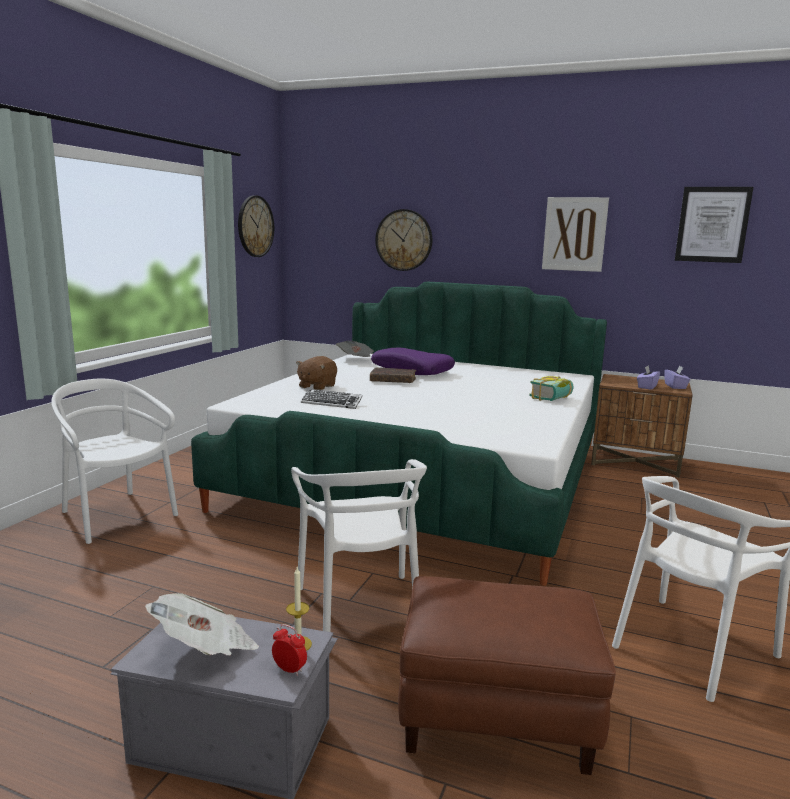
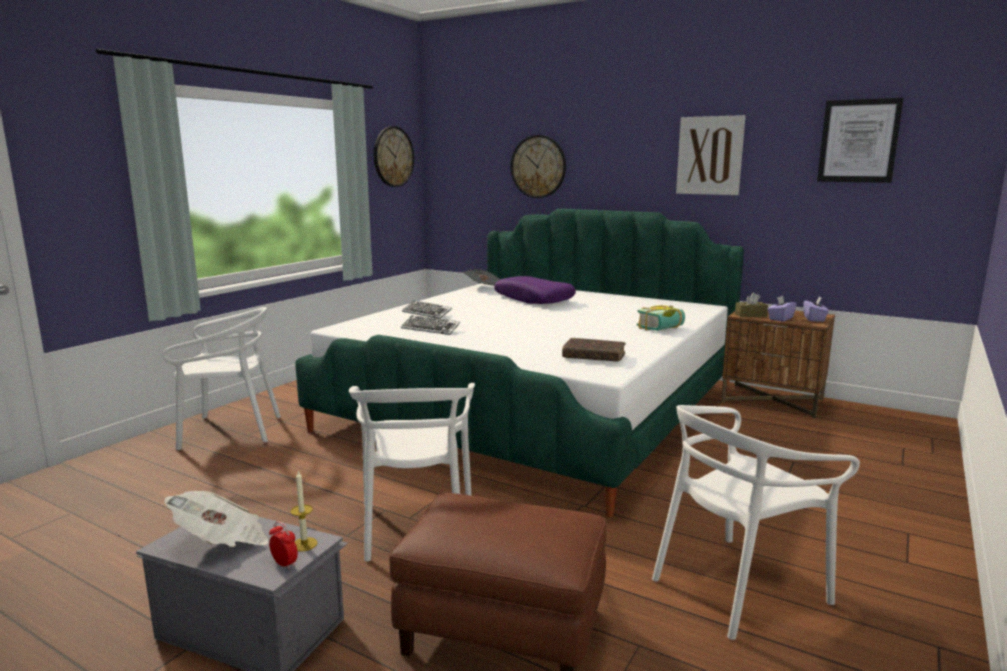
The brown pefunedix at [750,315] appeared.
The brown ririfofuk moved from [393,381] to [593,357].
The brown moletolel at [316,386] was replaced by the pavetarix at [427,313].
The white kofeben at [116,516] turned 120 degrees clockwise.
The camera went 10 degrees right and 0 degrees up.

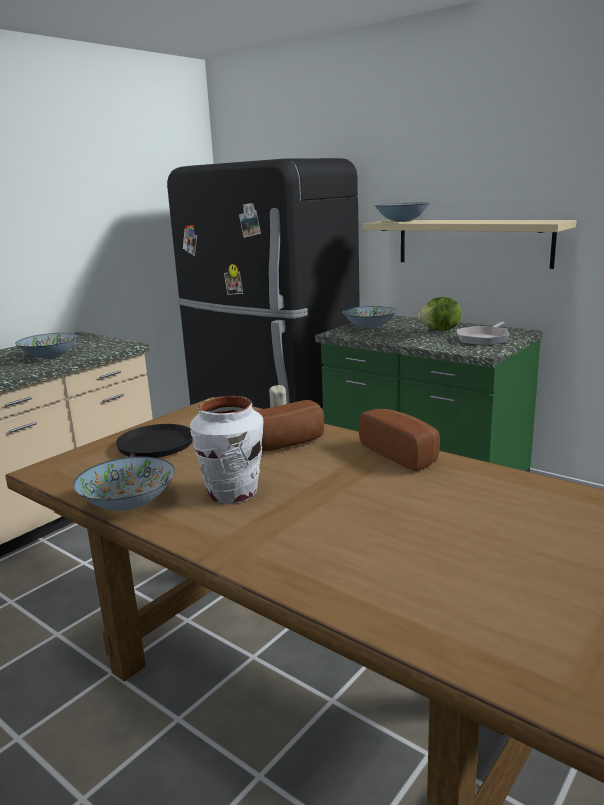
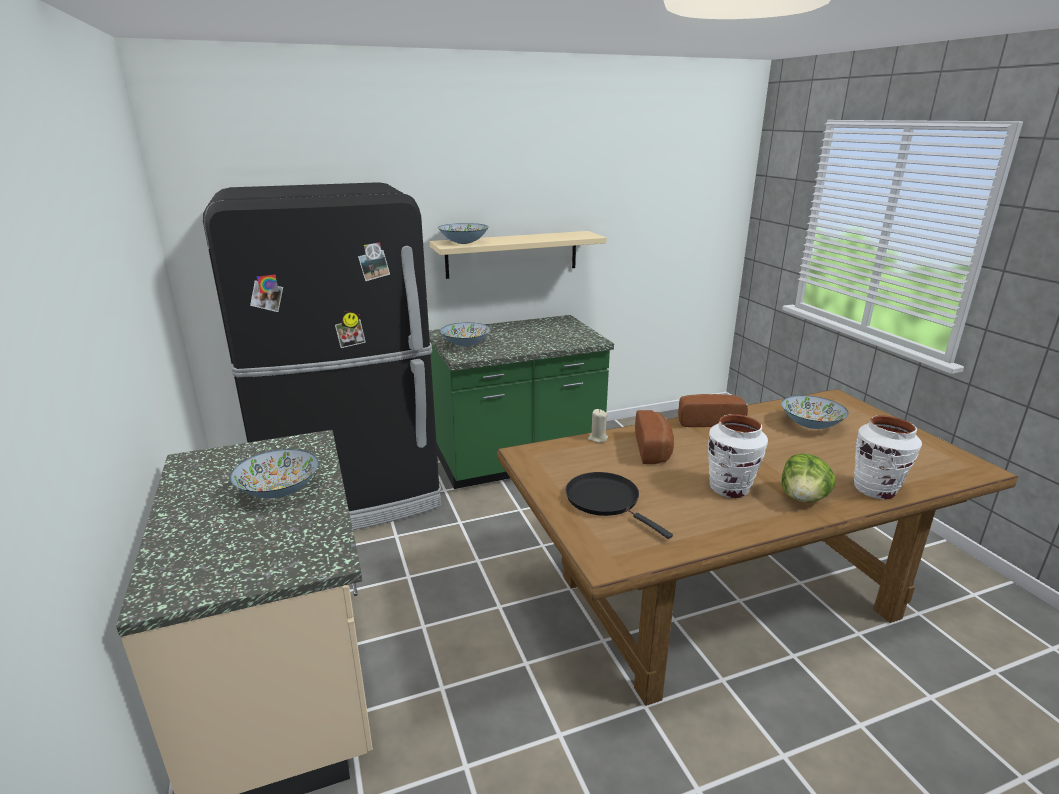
The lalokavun at [484,339] disappeared.
The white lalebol at [875,490] appeared.
The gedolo moved from [128,503] to [811,425].
The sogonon moved from [440,330] to [803,498].
The camera went 60 degrees left and 5 degrees up.

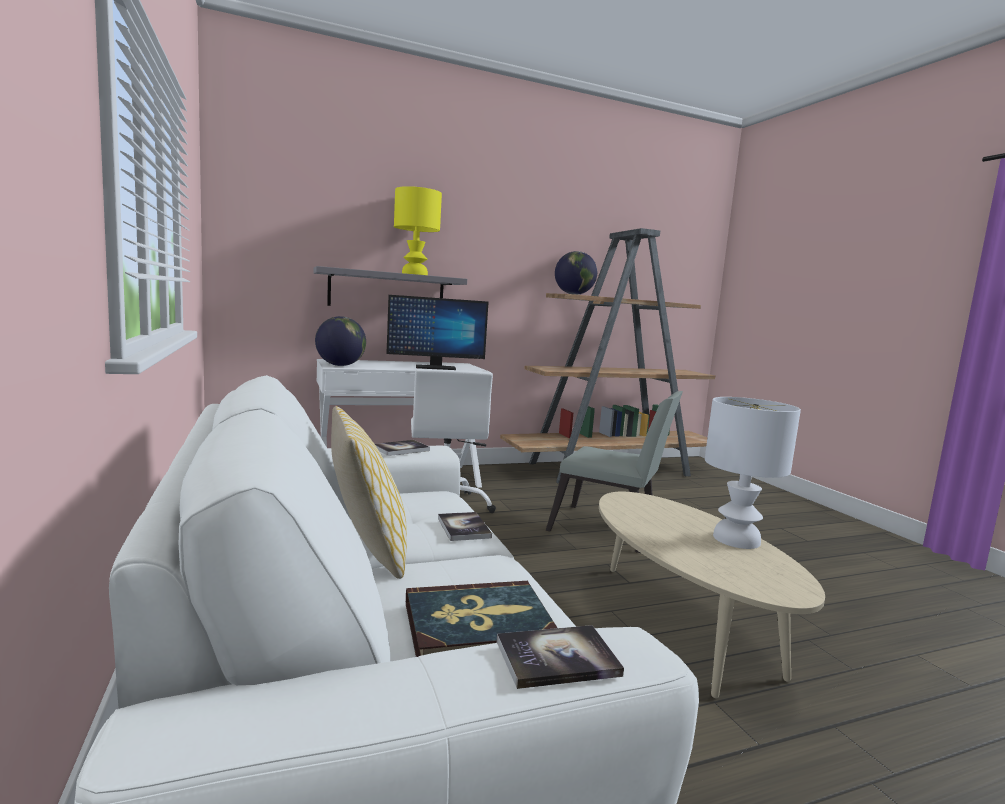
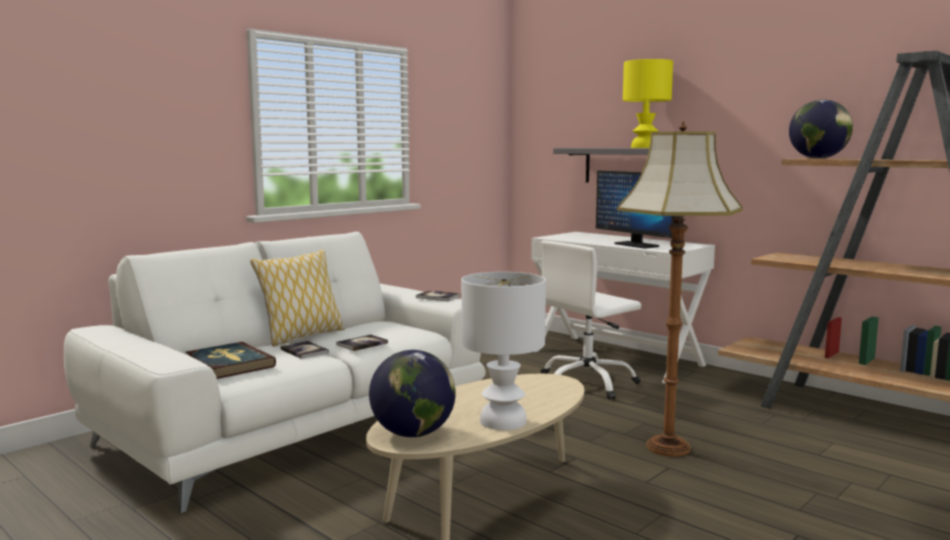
The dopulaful moved from [340,365] to [413,433].
The ririfofuk moved from [557,658] to [304,351].
The grey kofeben at [610,530] was replaced by the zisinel at [669,448].
The camera went 65 degrees right and 0 degrees up.

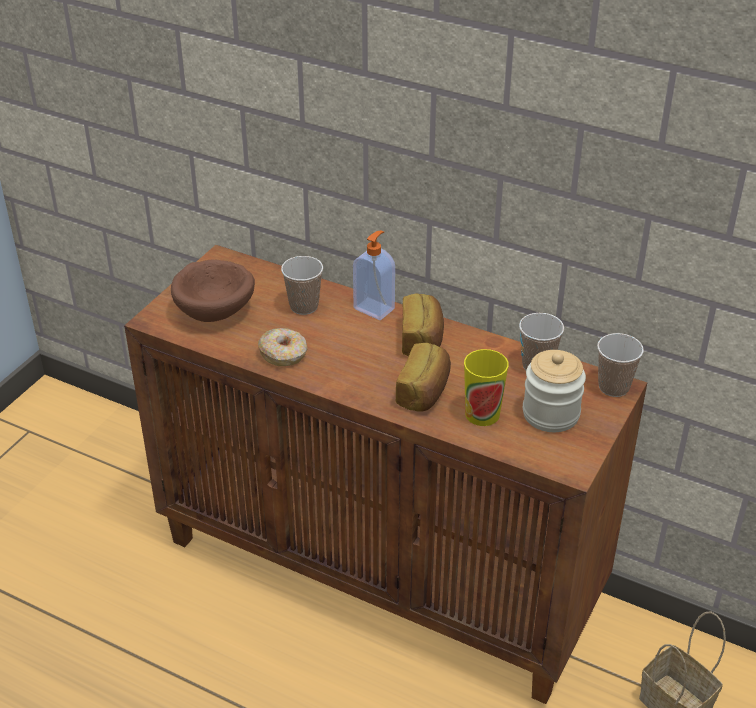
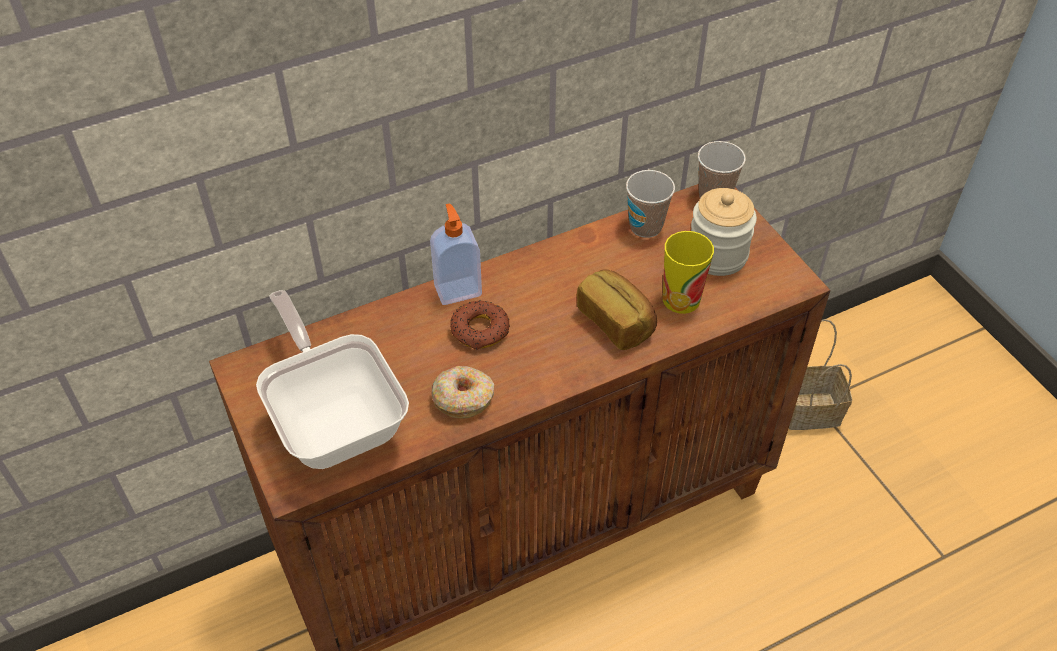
The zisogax at [304,306] disappeared.
The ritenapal at [422,339] disappeared.
The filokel at [480,330] appeared.
The brown gedolo at [217,311] was replaced by the lalokavun at [335,419].
The camera went 55 degrees left and 10 degrees up.

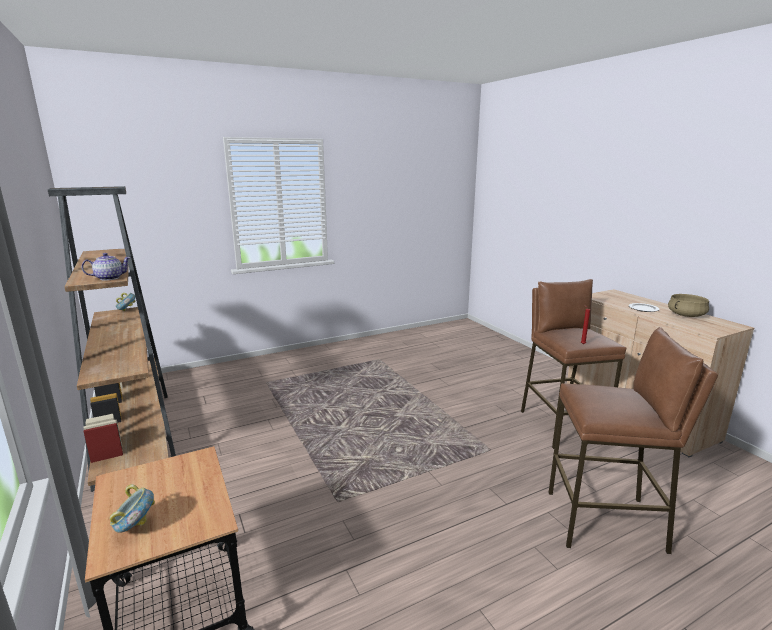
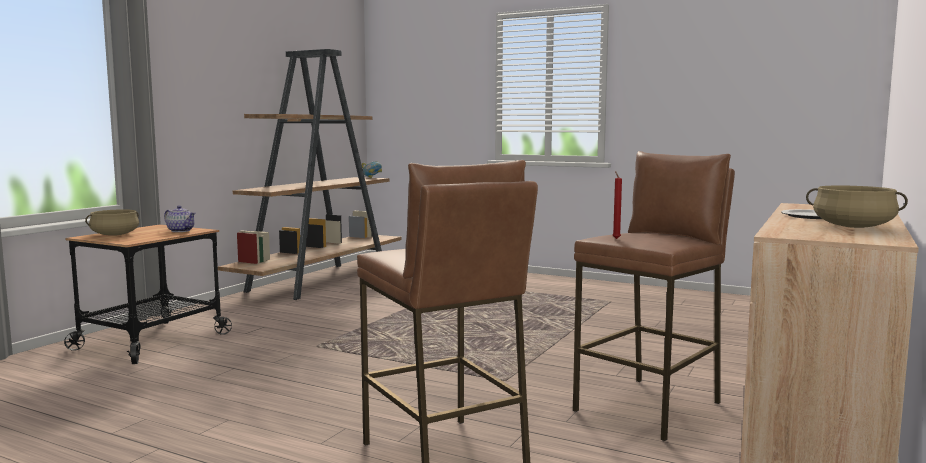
The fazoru moved from [109,278] to [180,231].
The gedolo at [135,526] was replaced by the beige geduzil at [115,235].
The camera went 55 degrees right and 10 degrees down.

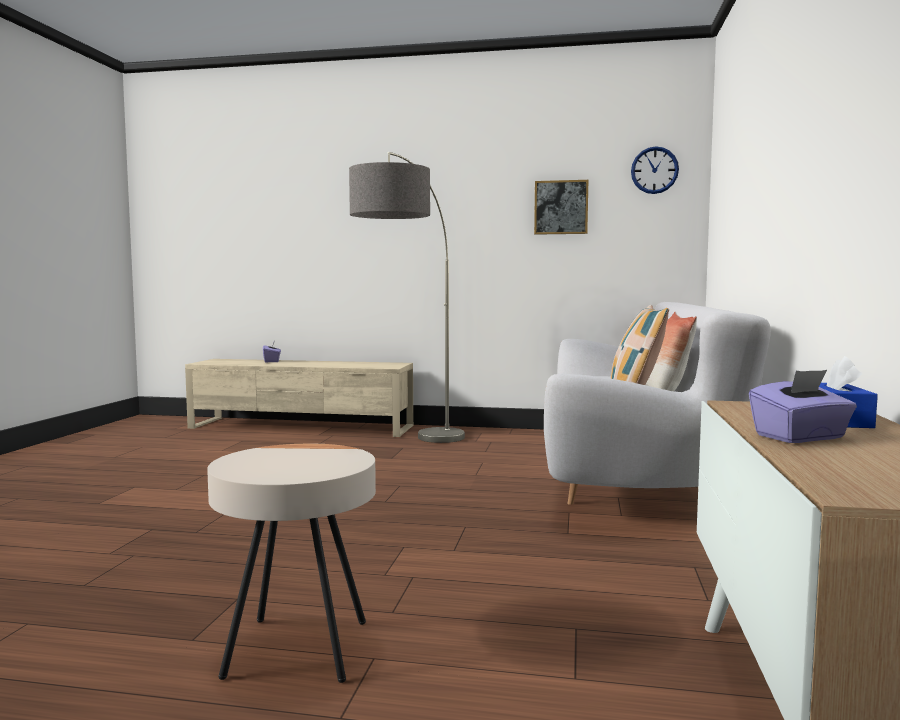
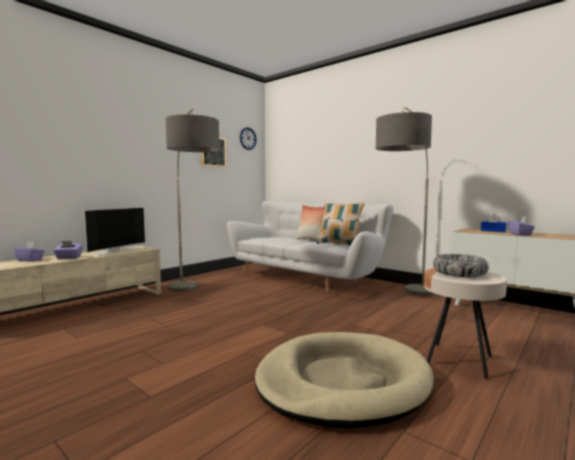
The purple pefunedix at [68,257] appeared.
The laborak at [115,250] appeared.
The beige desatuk at [342,382] appeared.
The zisinel at [405,299] appeared.
The gedolo at [459,273] appeared.
The camera went 60 degrees left and 0 degrees up.

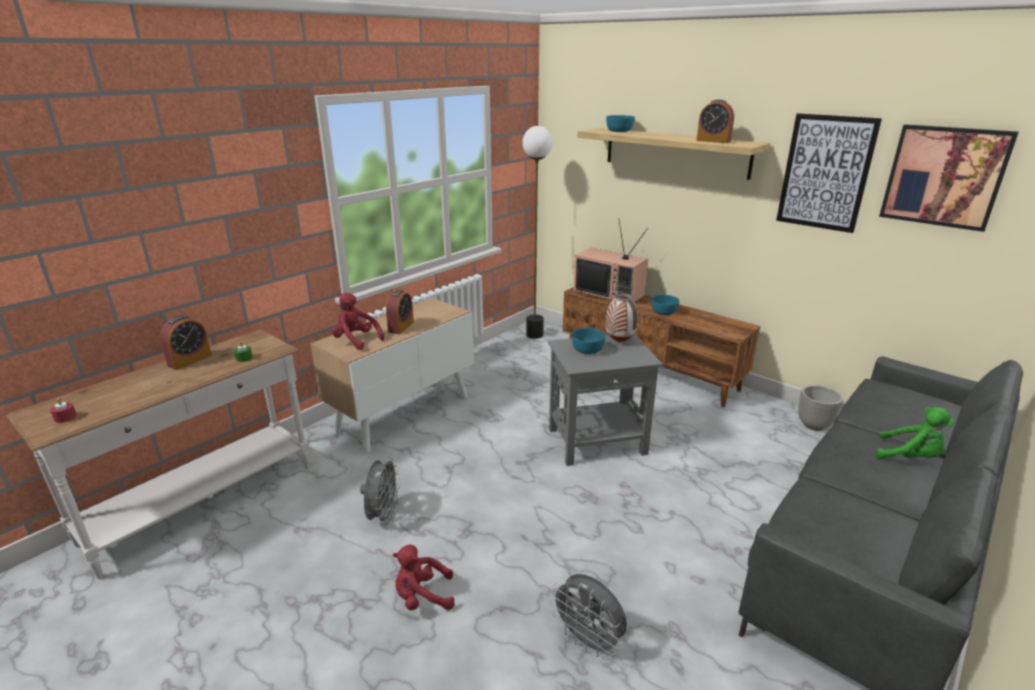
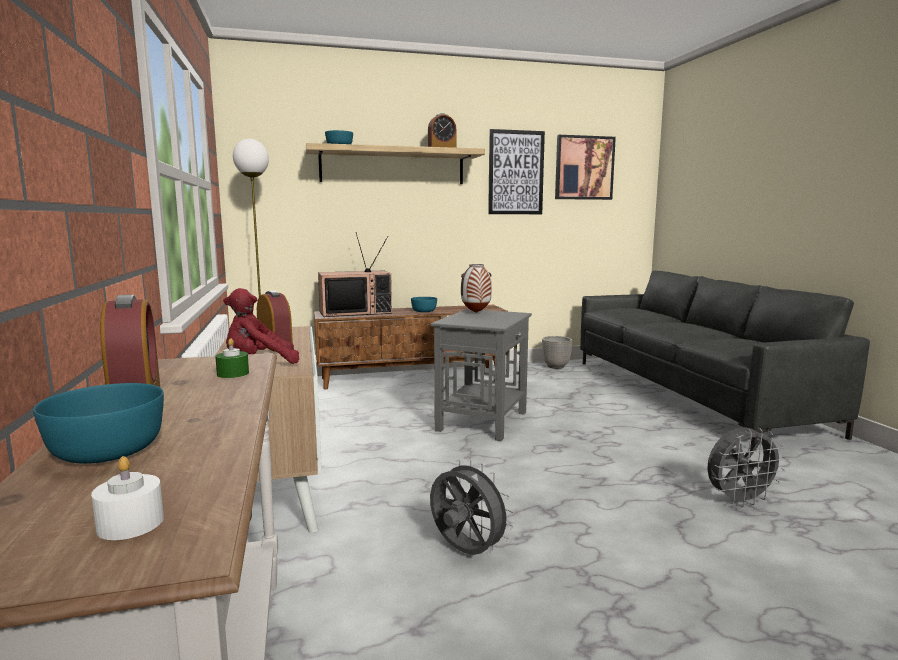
The red moletolel at [422,597] disappeared.
The green moletolel at [909,457] disappeared.
The turquoise gedolo moved from [587,349] to [105,451].
The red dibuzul at [65,417] became the white dibuzul at [130,523].
The camera went 55 degrees left and 15 degrees down.

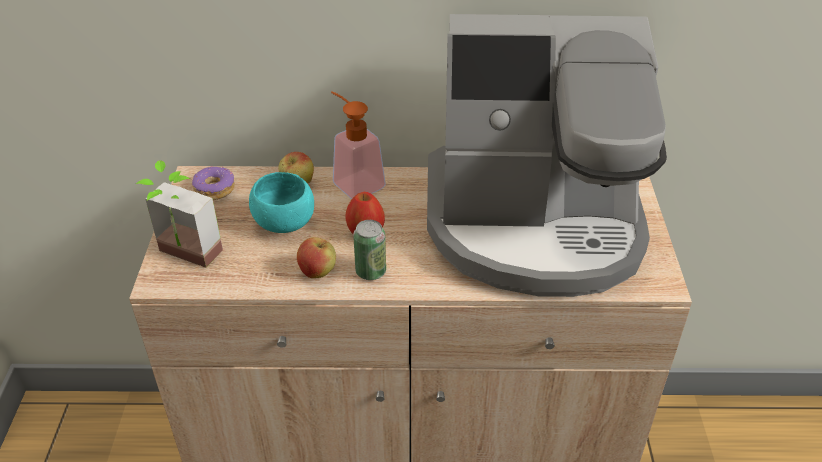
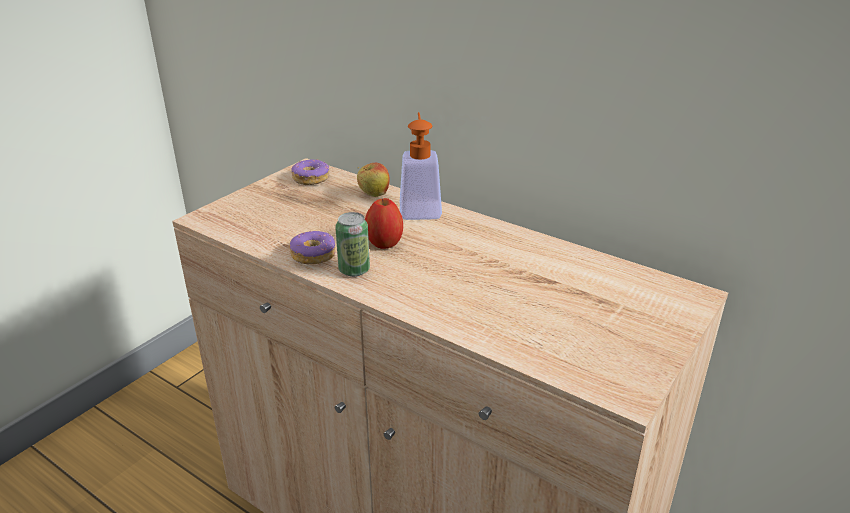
The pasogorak at [183,258] disappeared.
The turquoise gedolo at [284,223] disappeared.
The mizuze at [534,224] disappeared.
The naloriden at [318,272] was replaced by the filokel at [313,255].
The camera went 35 degrees right and 10 degrees down.

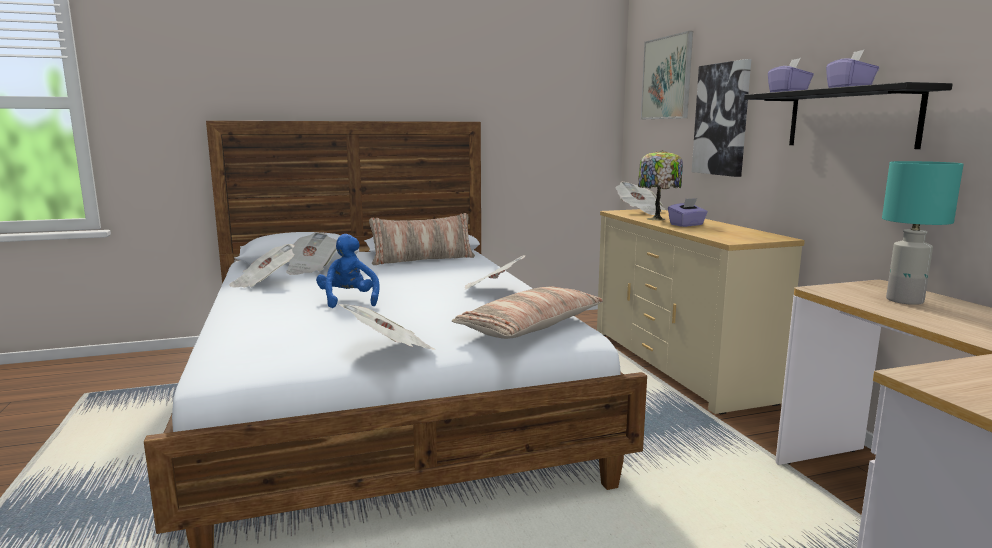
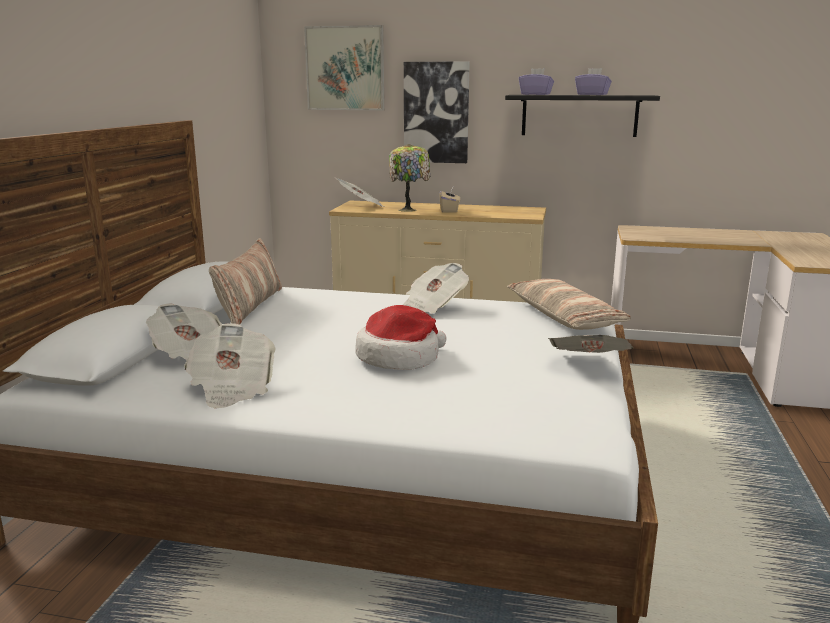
The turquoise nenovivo at [905,301] disappeared.
The blue moletolel at [348,300] was replaced by the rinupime at [400,358].
The purple pefunedix at [687,225] became the beige pefunedix at [449,210].
The camera went 60 degrees left and 5 degrees up.

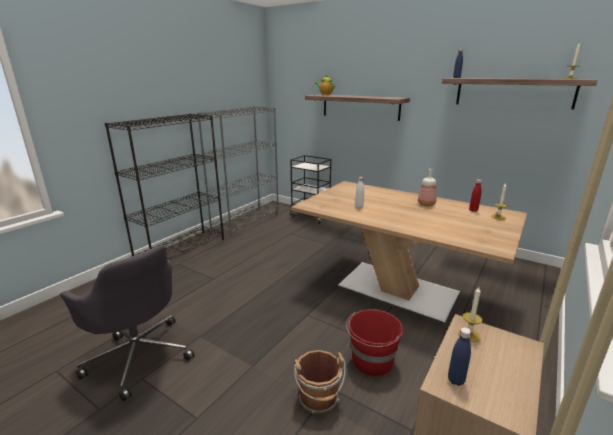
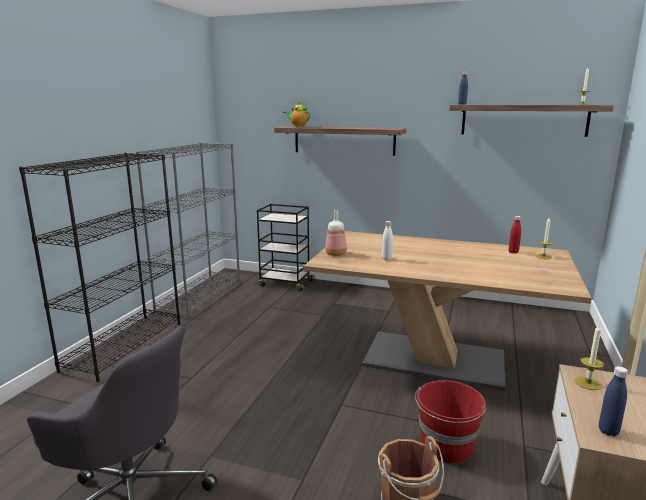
The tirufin moved from [427,204] to [336,254].
The camera went 15 degrees left and 5 degrees down.

